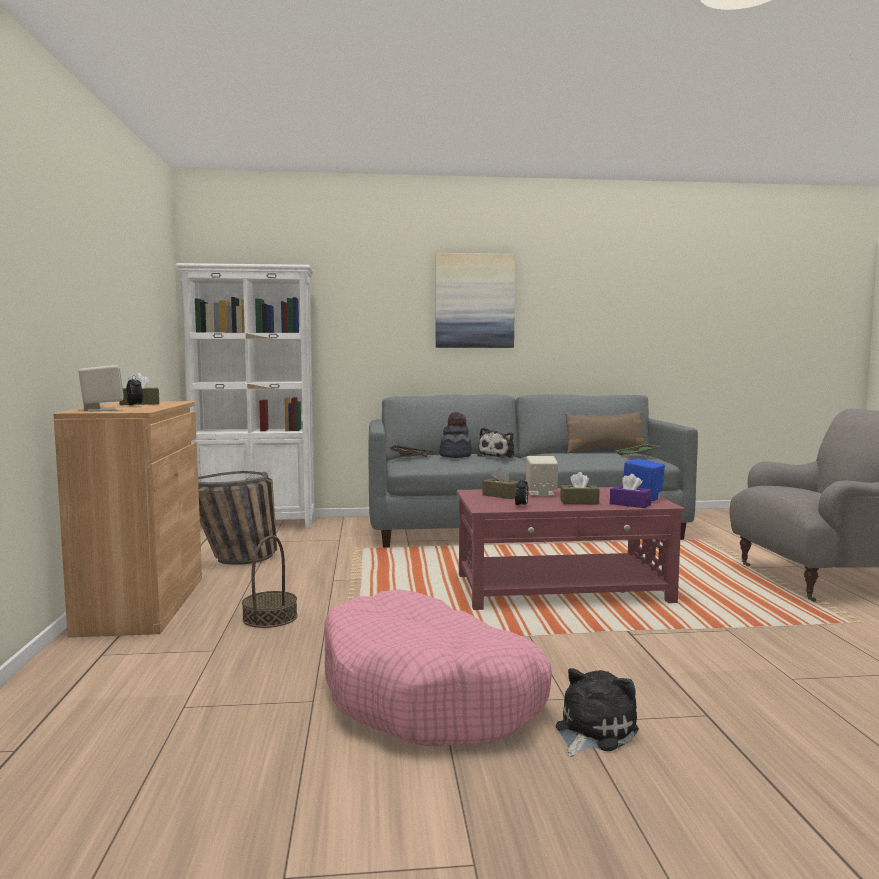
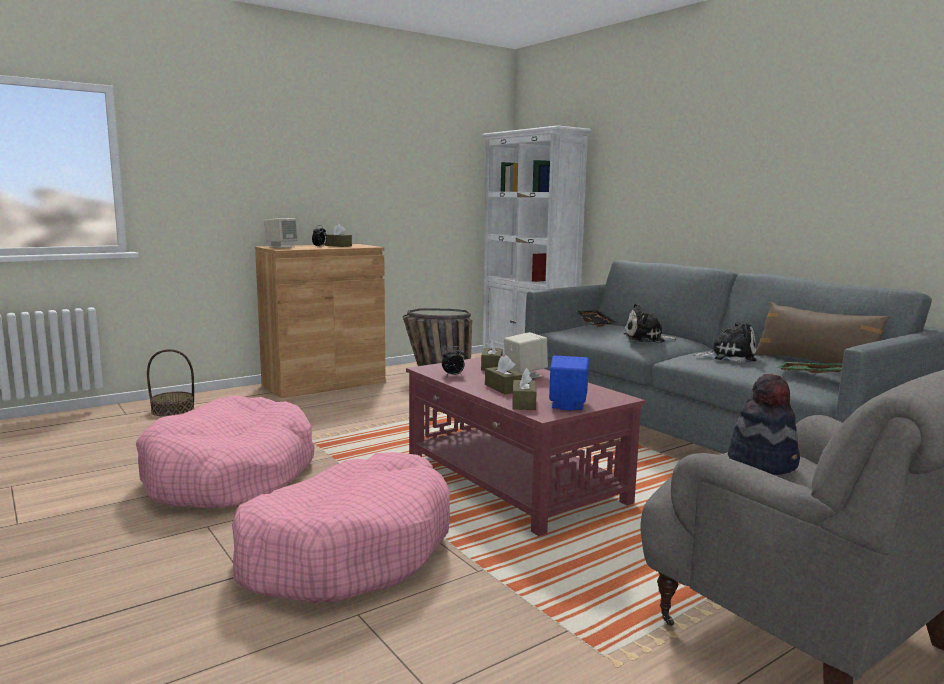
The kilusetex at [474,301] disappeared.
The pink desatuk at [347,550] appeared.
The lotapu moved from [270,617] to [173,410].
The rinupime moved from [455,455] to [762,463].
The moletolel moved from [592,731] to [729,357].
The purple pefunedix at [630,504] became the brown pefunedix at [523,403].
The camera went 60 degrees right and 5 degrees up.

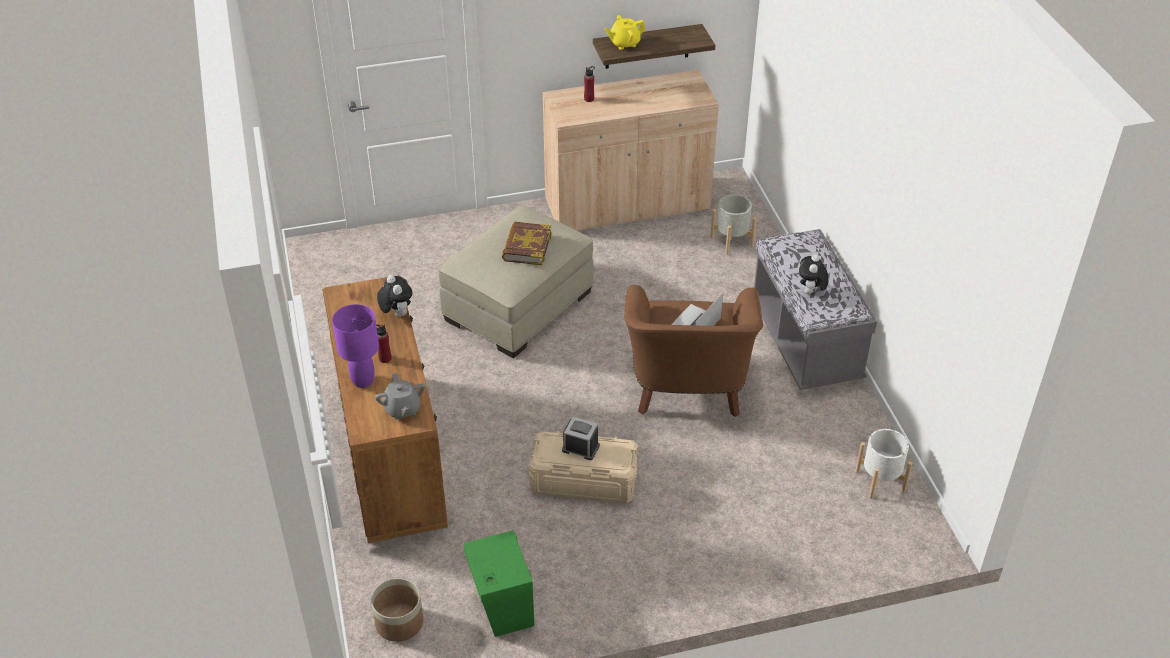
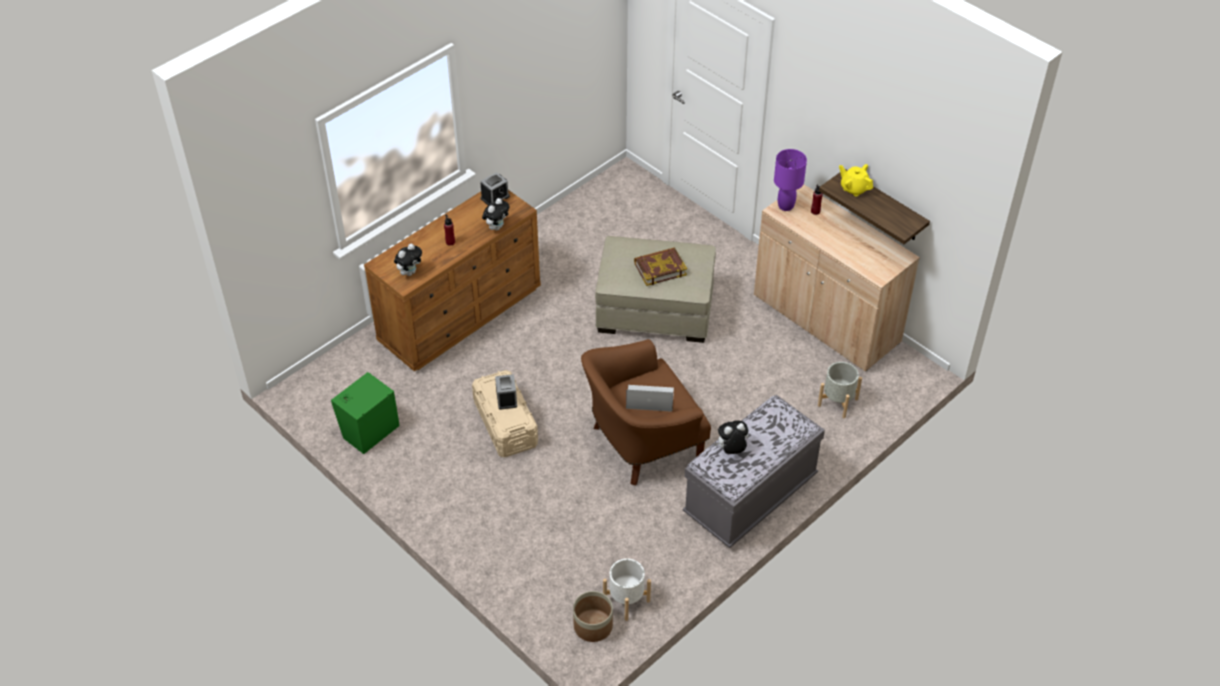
The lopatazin at [495,197] appeared.
The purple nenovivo moved from [363,380] to [786,206].
The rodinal moved from [399,622] to [593,625].
The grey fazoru at [402,409] was replaced by the moletolel at [410,272].
The camera went 60 degrees right and 5 degrees up.

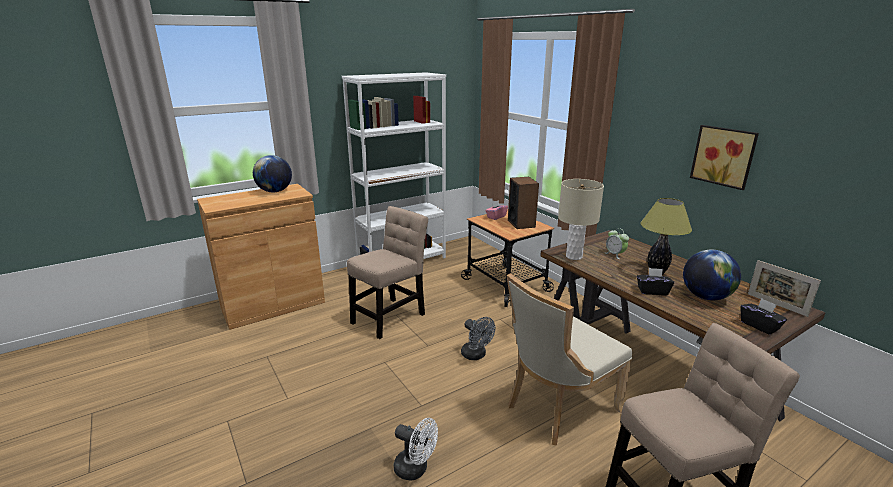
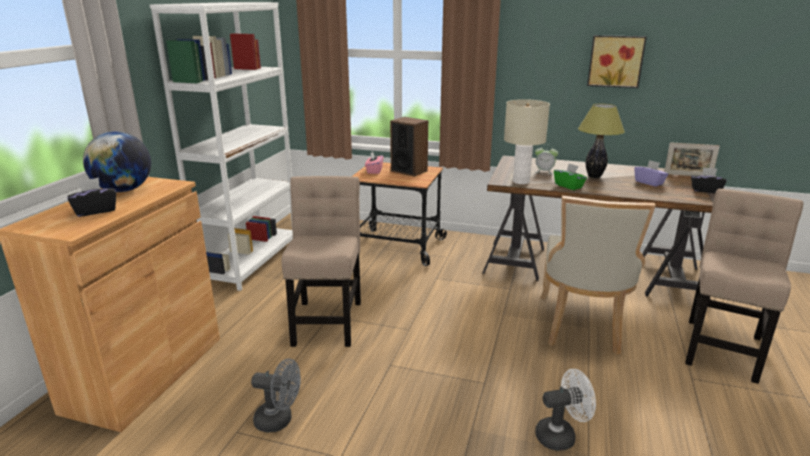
The green pefunedix at [569,186] appeared.
The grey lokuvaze moved from [476,355] to [279,420].
The black pefunedix moved from [652,291] to [95,211].
The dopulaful at [705,297] was replaced by the purple pefunedix at [649,182].
The camera went 40 degrees left and 0 degrees up.

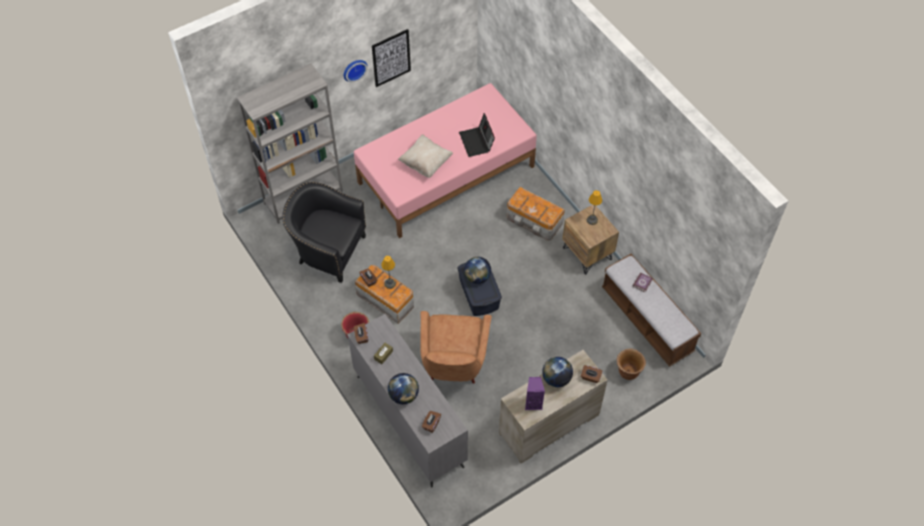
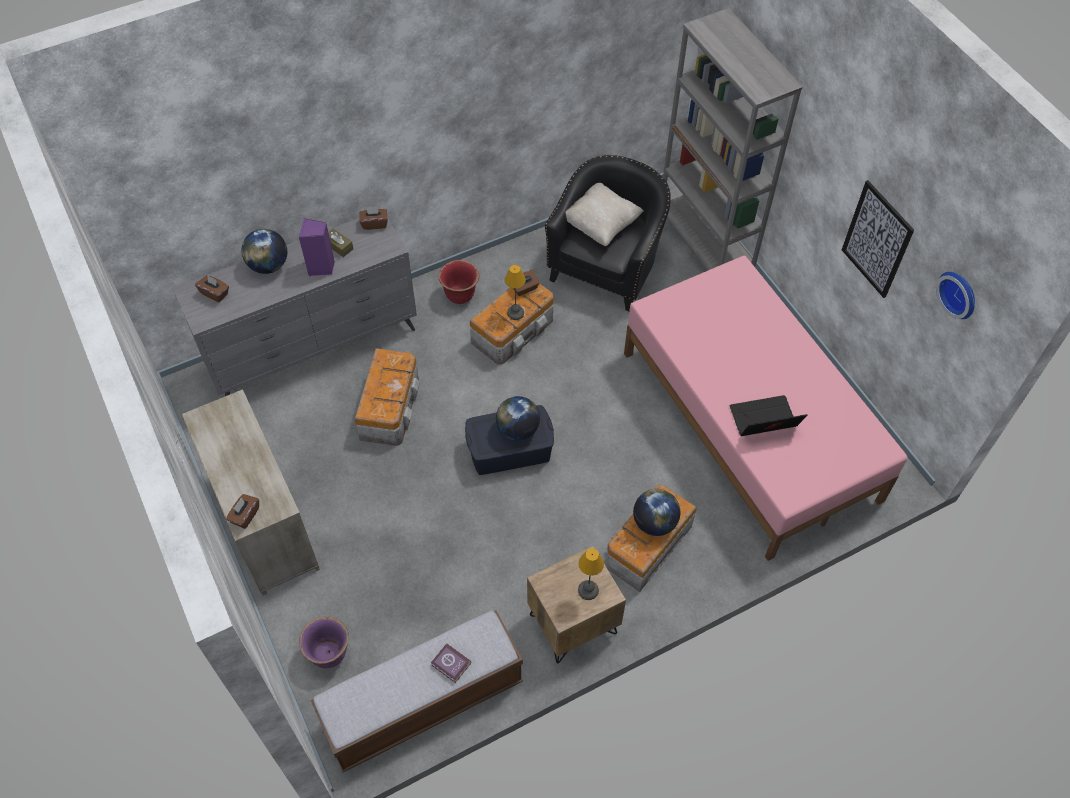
The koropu moved from [354,69] to [959,293].
The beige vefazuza moved from [425,163] to [600,225].
The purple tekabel moved from [533,403] to [321,267].
The dopulaful moved from [556,379] to [654,523].
The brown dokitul at [453,365] was replaced by the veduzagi at [390,407].
The brown rodinal at [628,372] became the purple rodinal at [329,653].
The camera went 95 degrees right and 0 degrees up.

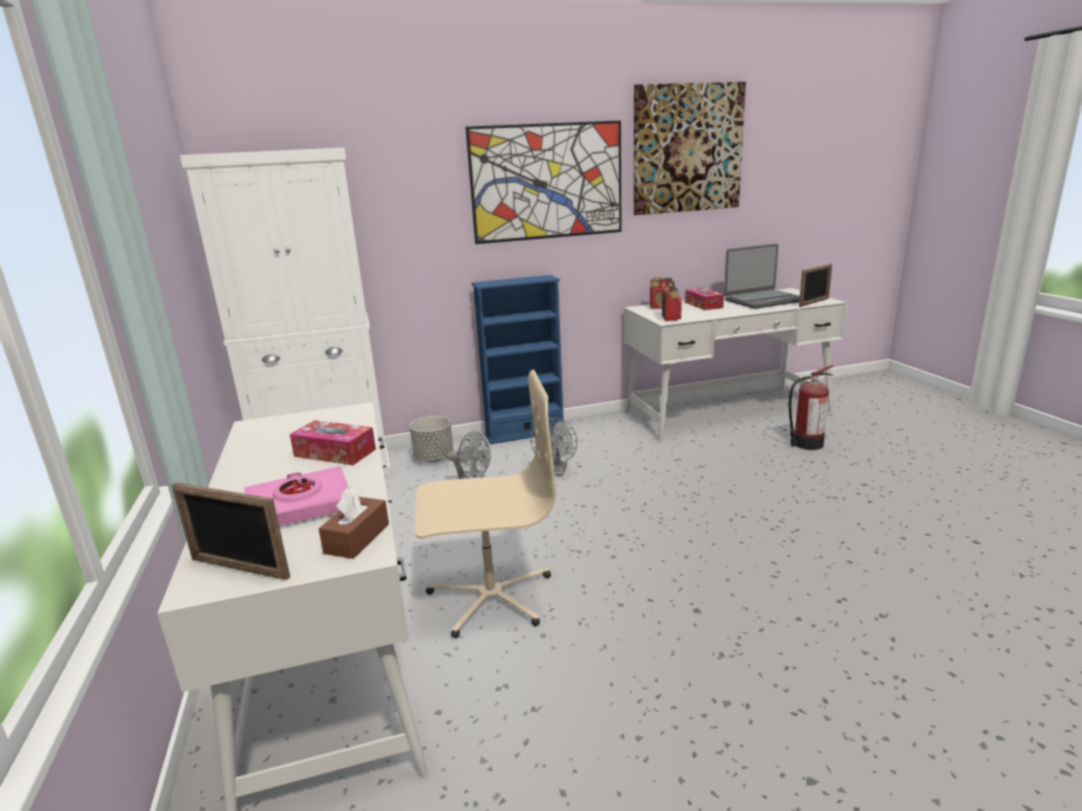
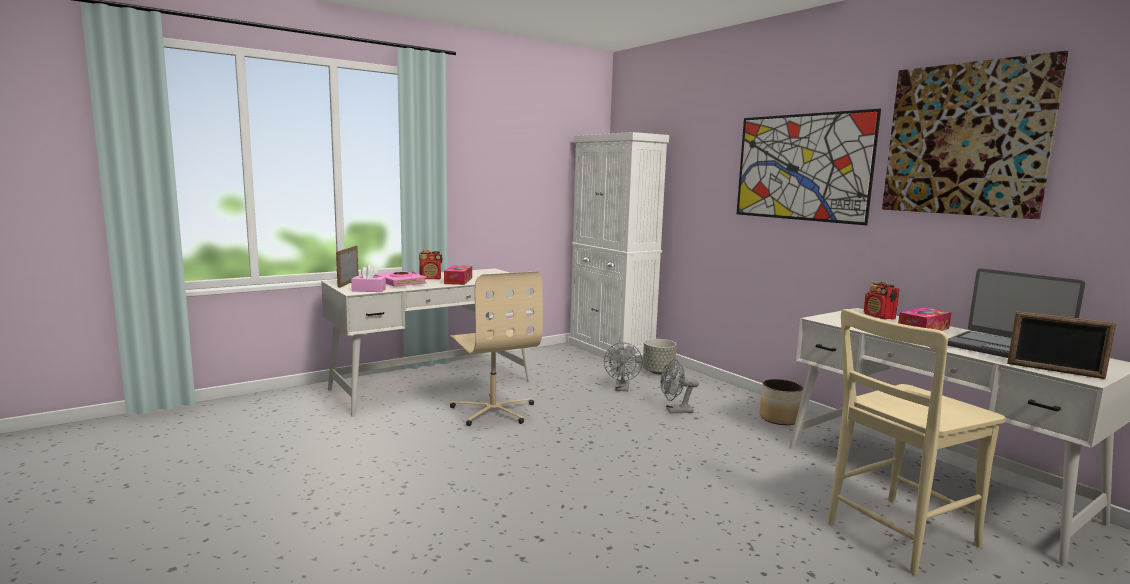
The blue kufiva at [525,433] disappeared.
The rodinal at [779,418] appeared.
The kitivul moved from [671,318] to [430,279].
The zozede at [806,444] was replaced by the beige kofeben at [896,536].
The brown pefunedix at [357,538] became the pink pefunedix at [369,290].
The camera went 70 degrees right and 10 degrees down.

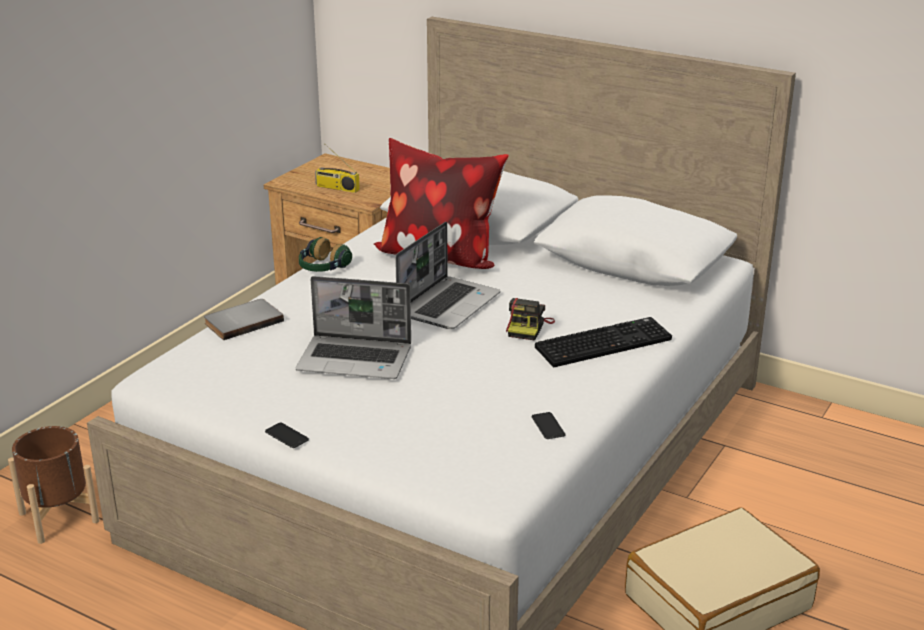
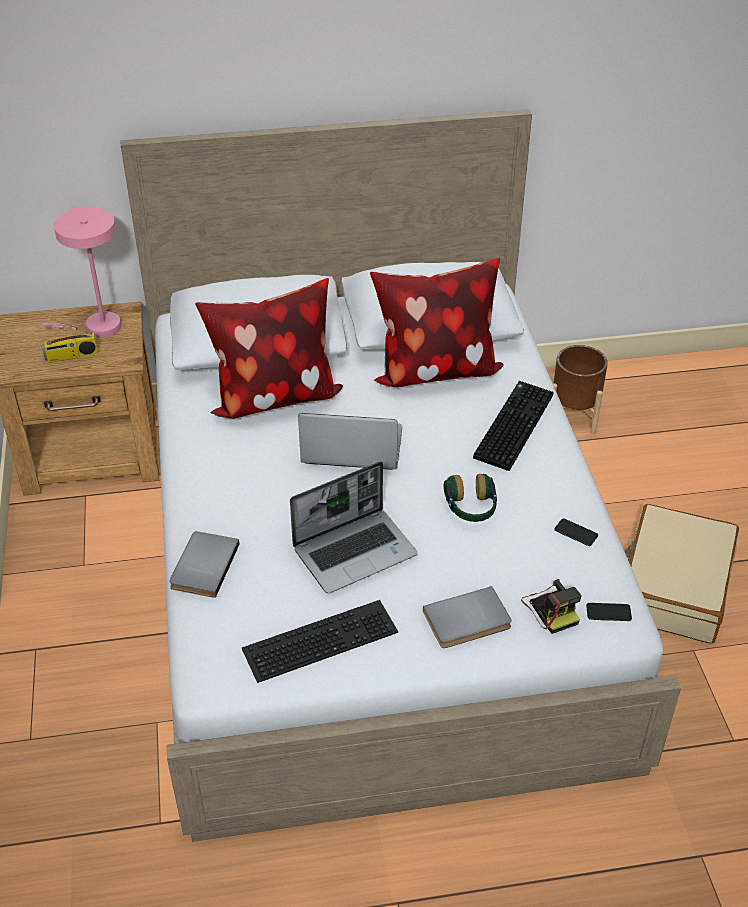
The pink nenovivo at [97,327] appeared.
The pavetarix at [320,638] appeared.
The vefazuza at [434,370] appeared.
The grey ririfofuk at [468,621] appeared.
The brown rodinal moved from [58,517] to [573,415].
The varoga moved from [286,436] to [608,612].
The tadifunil moved from [323,268] to [471,508].
The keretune moved from [528,327] to [551,609].
The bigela at [448,304] turned 75 degrees counterclockwise.
The camera went 40 degrees left and 15 degrees up.

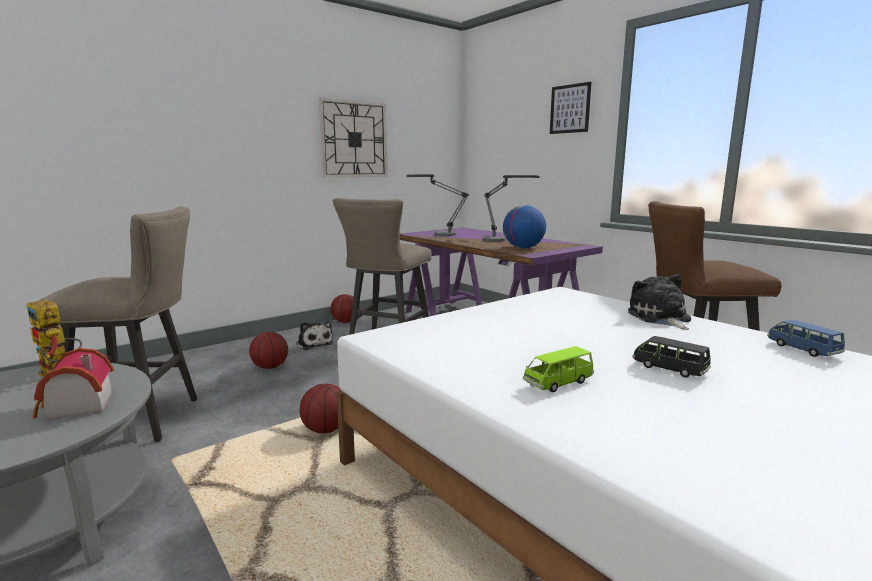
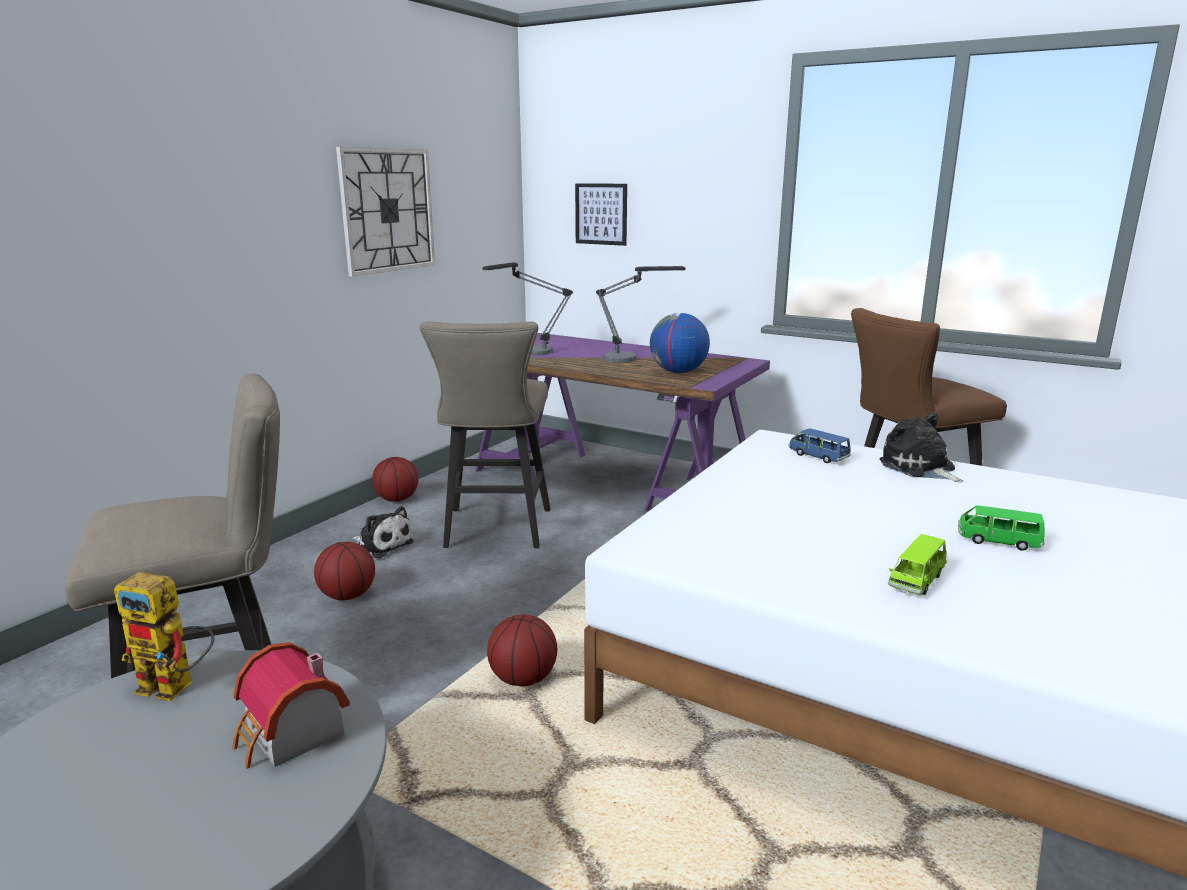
The kilusetex moved from [570,109] to [601,214].
The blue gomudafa moved from [802,349] to [818,456].
The black gomudafa at [669,369] became the green gomudafa at [998,541].
The camera went 20 degrees left and 5 degrees up.

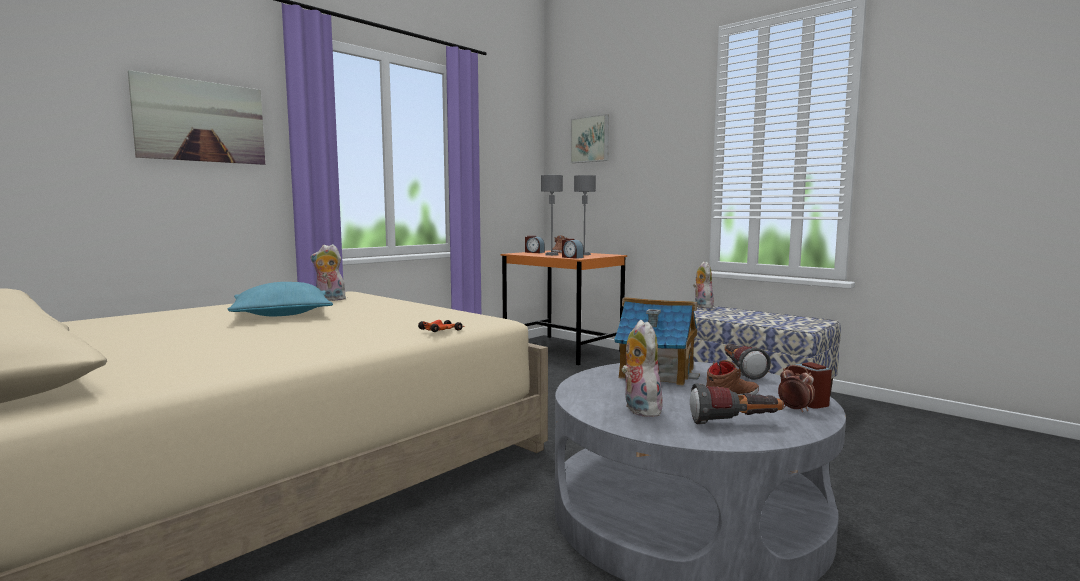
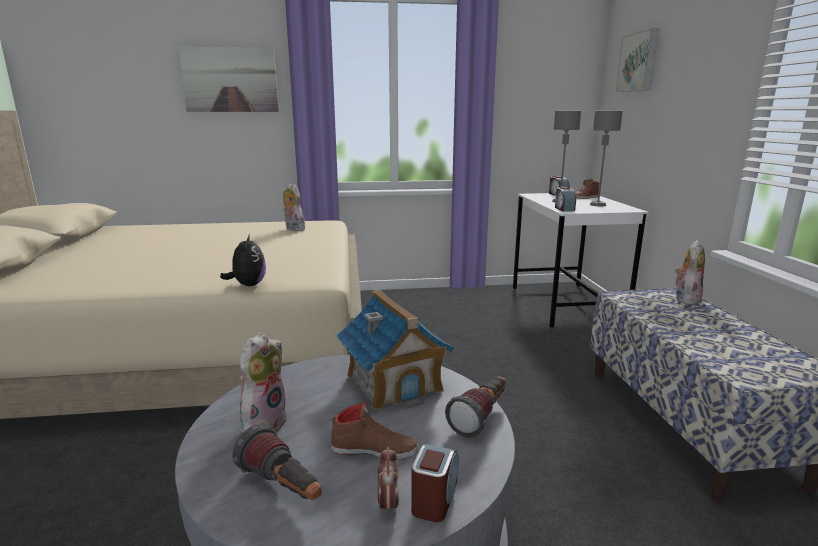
The turquoise vefazuza at [282,314] disappeared.
The gomudafa at [442,331] was replaced by the moletolel at [248,285].
The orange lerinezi at [563,350] became the white lerinezi at [566,304].
The camera went 40 degrees right and 10 degrees up.

